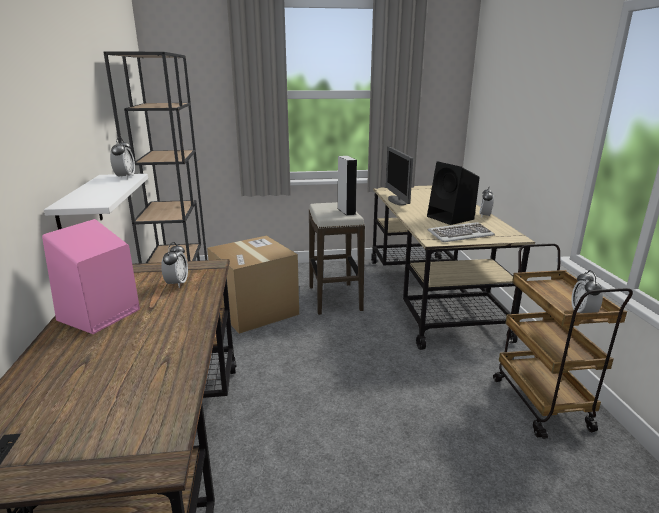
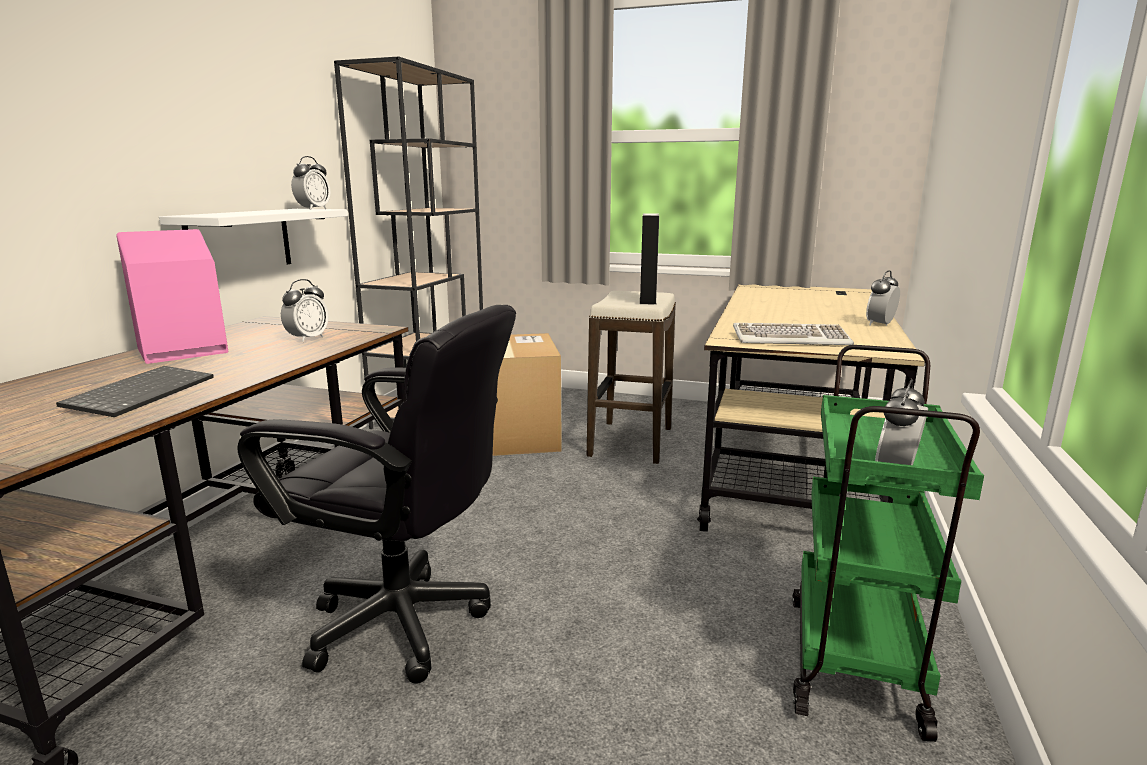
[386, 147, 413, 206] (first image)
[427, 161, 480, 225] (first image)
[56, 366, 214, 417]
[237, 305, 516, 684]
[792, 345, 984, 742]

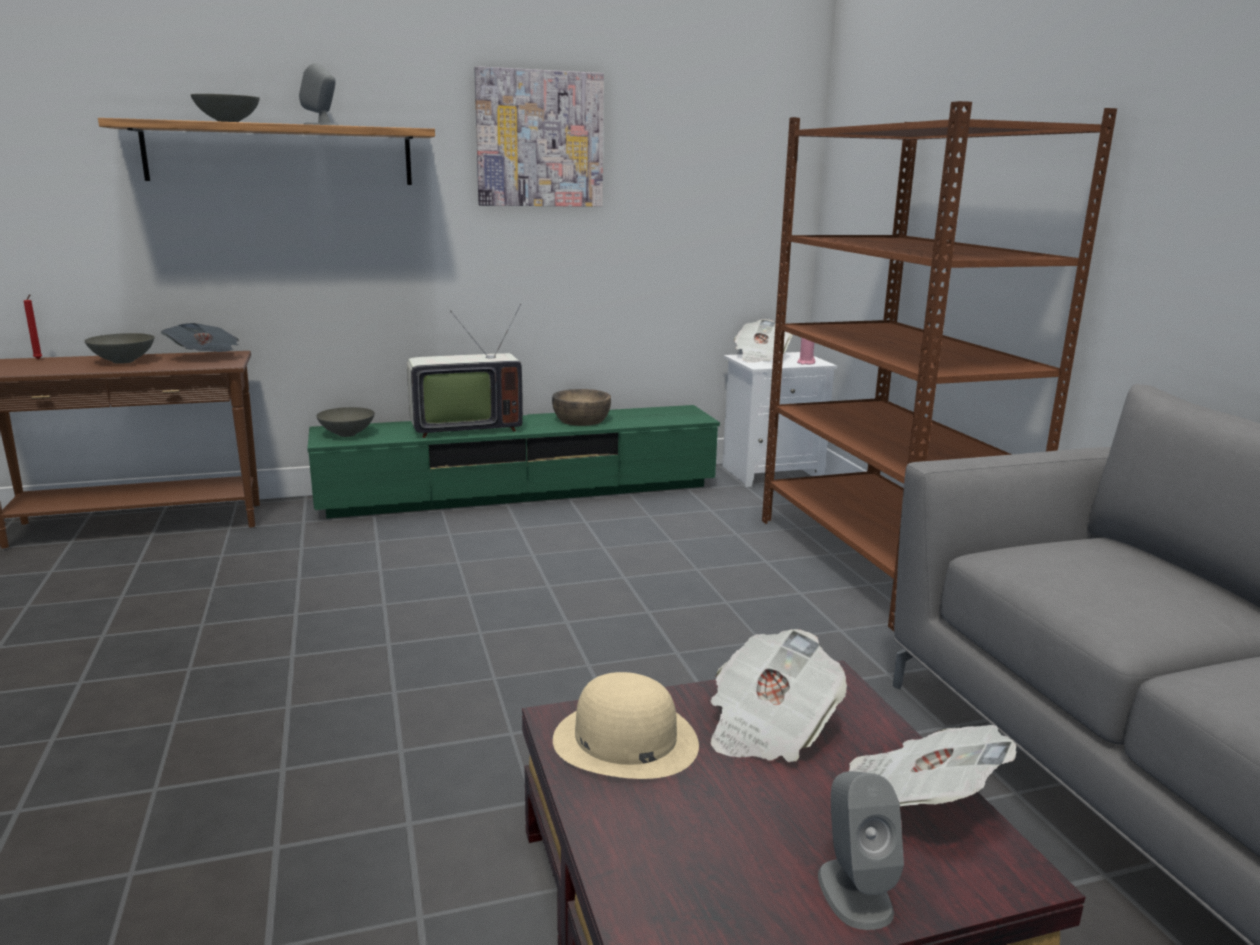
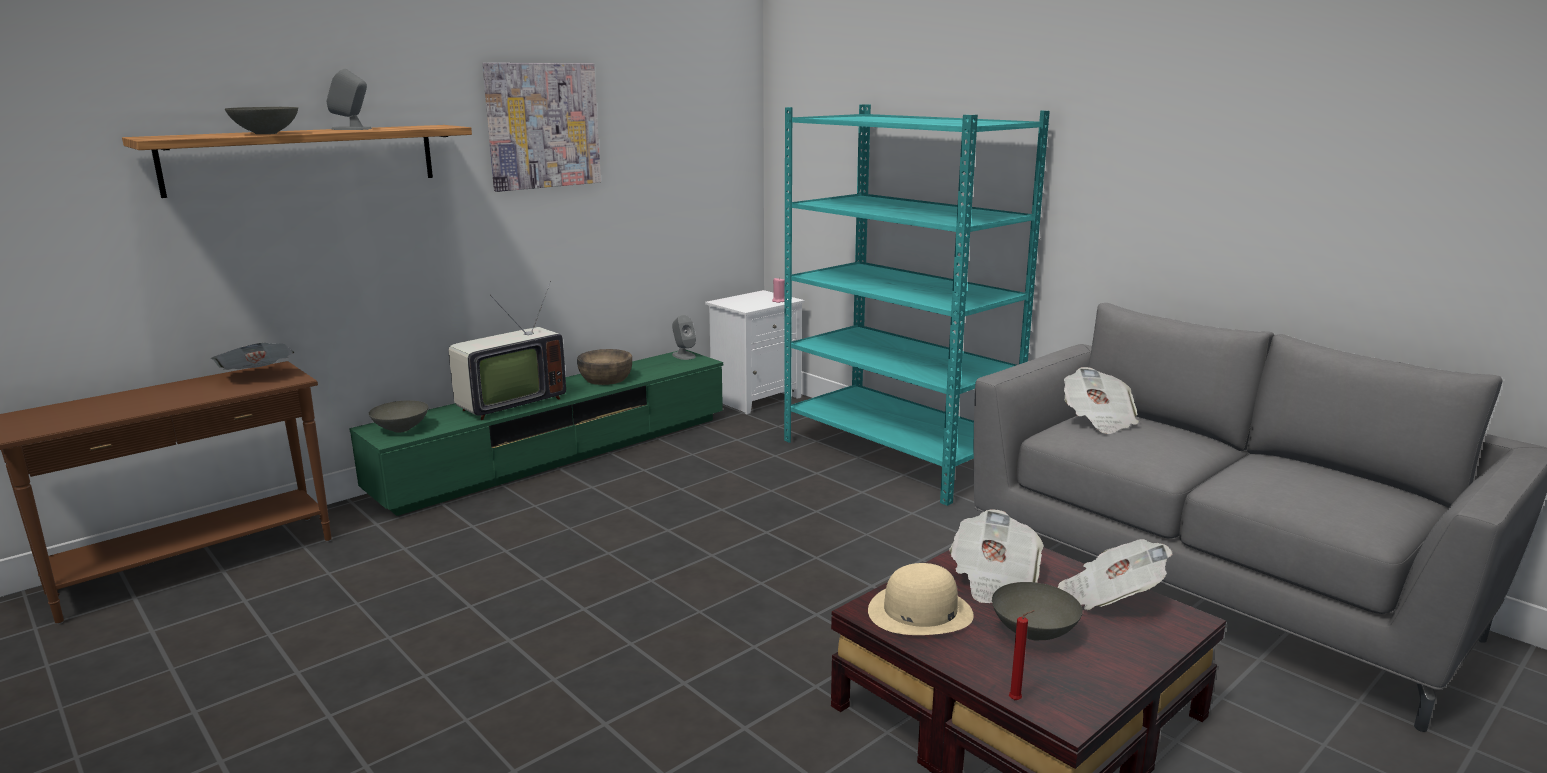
[1009, 610, 1035, 700]
[992, 582, 1083, 641]
[1064, 367, 1139, 434]
[672, 315, 696, 360]
[784, 104, 1050, 506]

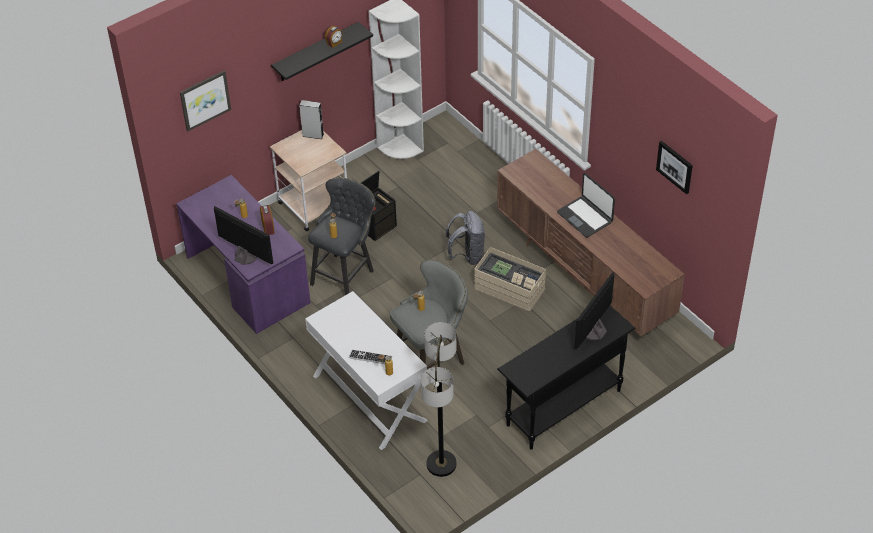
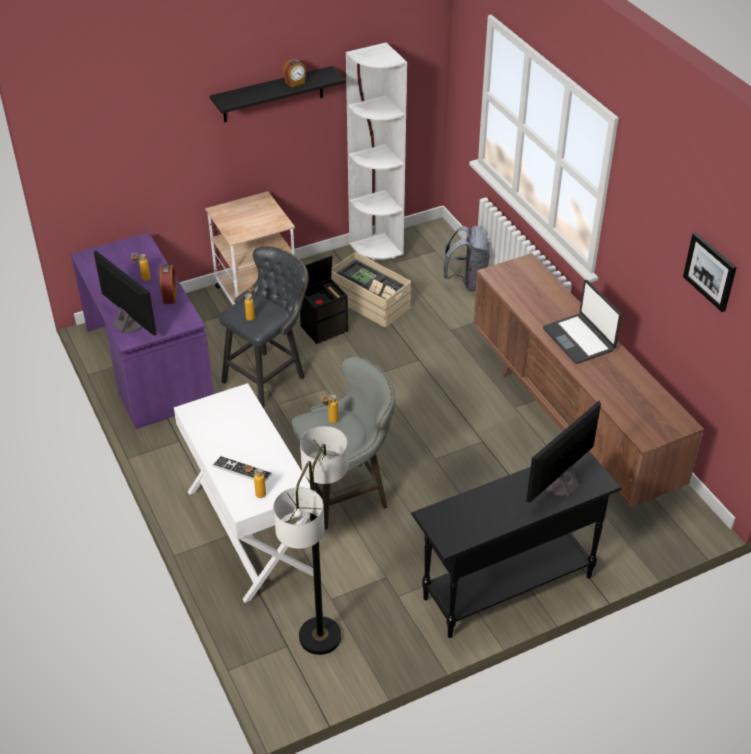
[180, 70, 231, 131] (first image)
[299, 100, 324, 139] (first image)
[443, 226, 490, 291]
[331, 252, 411, 327]

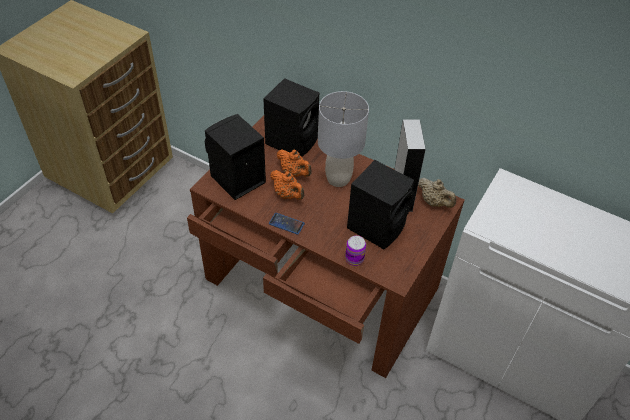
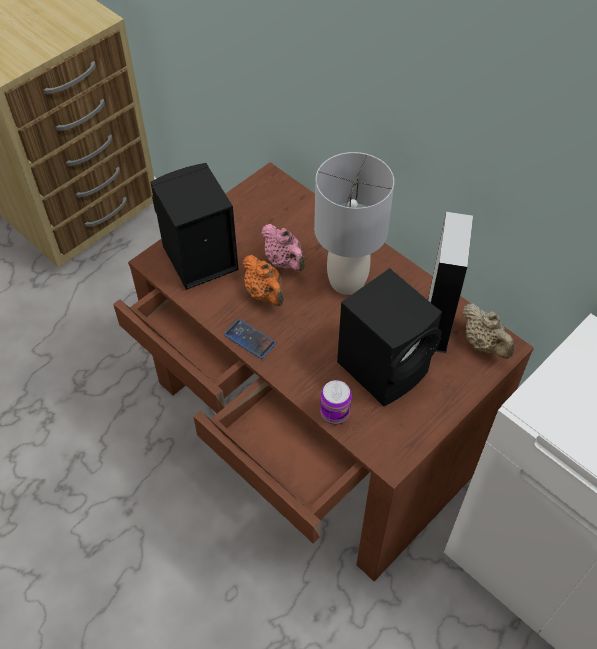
[263, 78, 320, 157] (first image)
[261, 224, 305, 272]

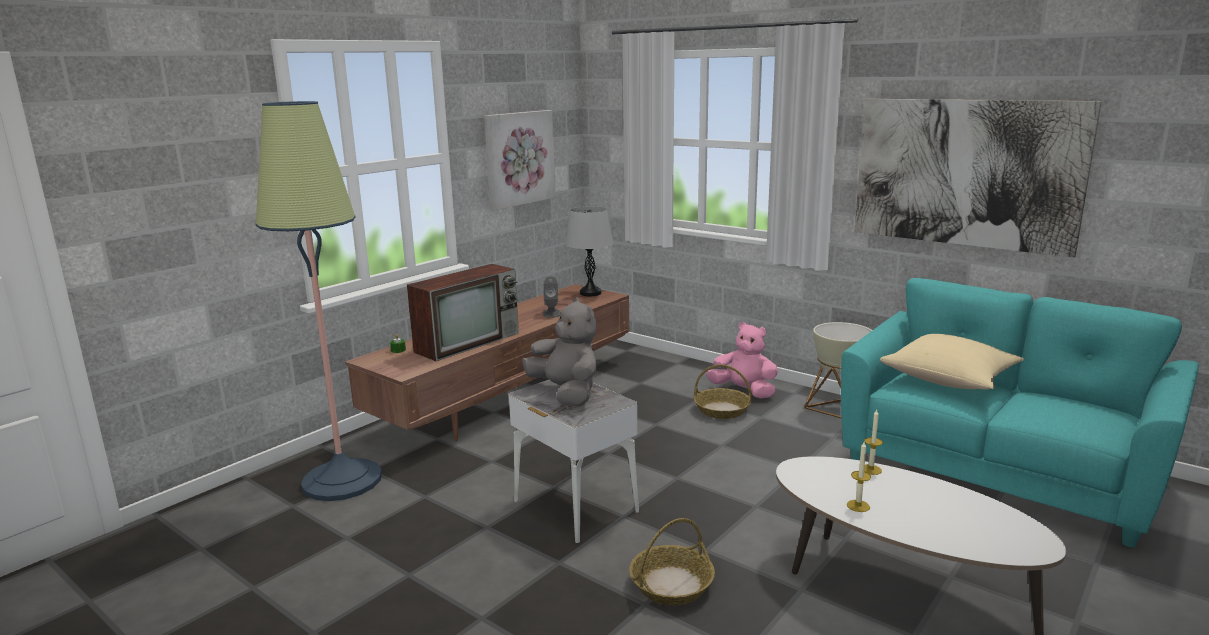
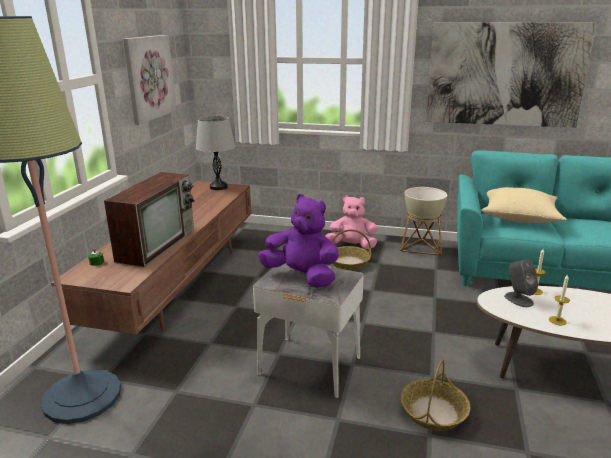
[504, 260, 538, 307]
[258, 194, 339, 288]

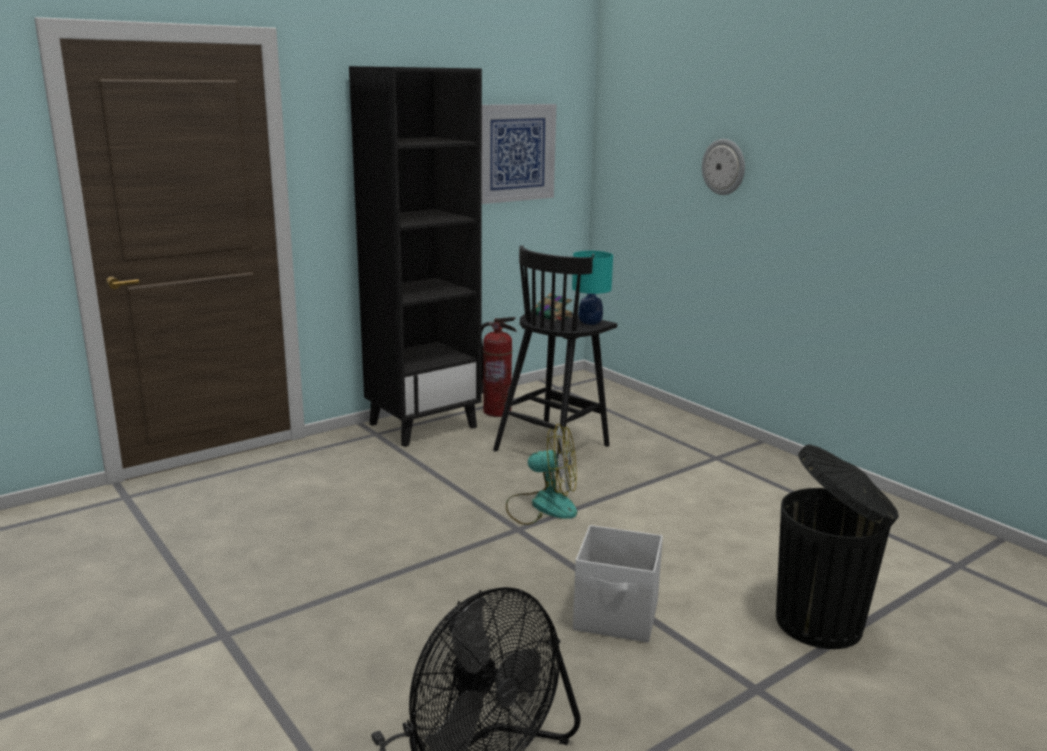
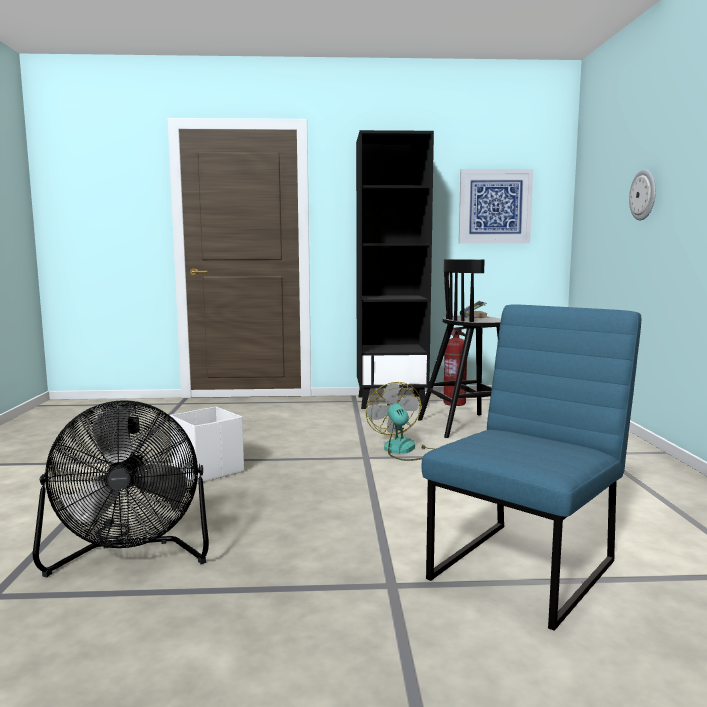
[572, 251, 613, 325] (first image)
[170, 407, 244, 484]
[422, 304, 641, 631]
[366, 382, 434, 461]

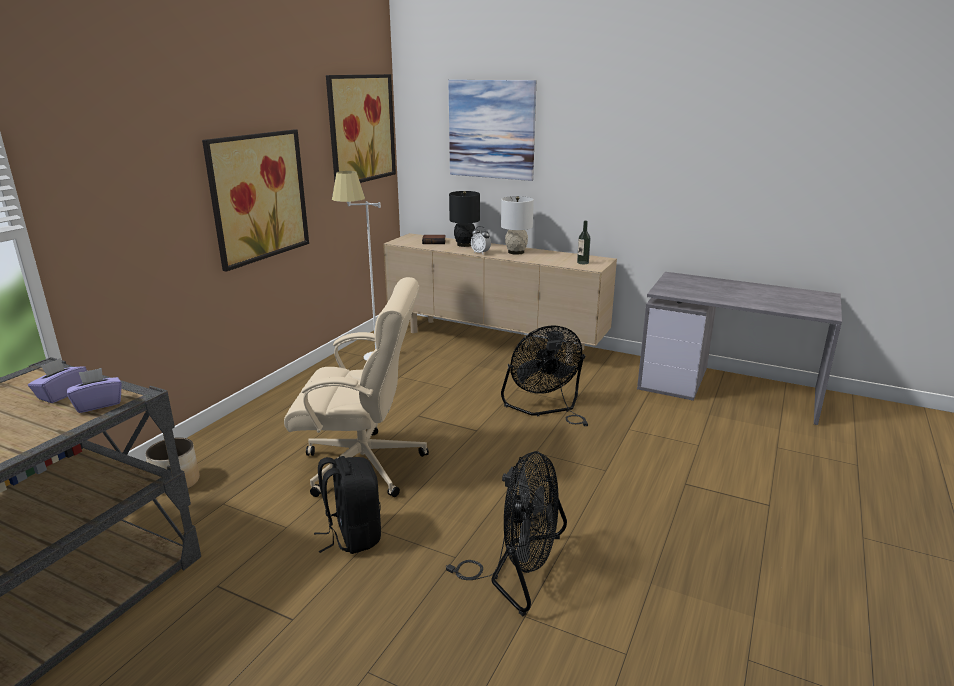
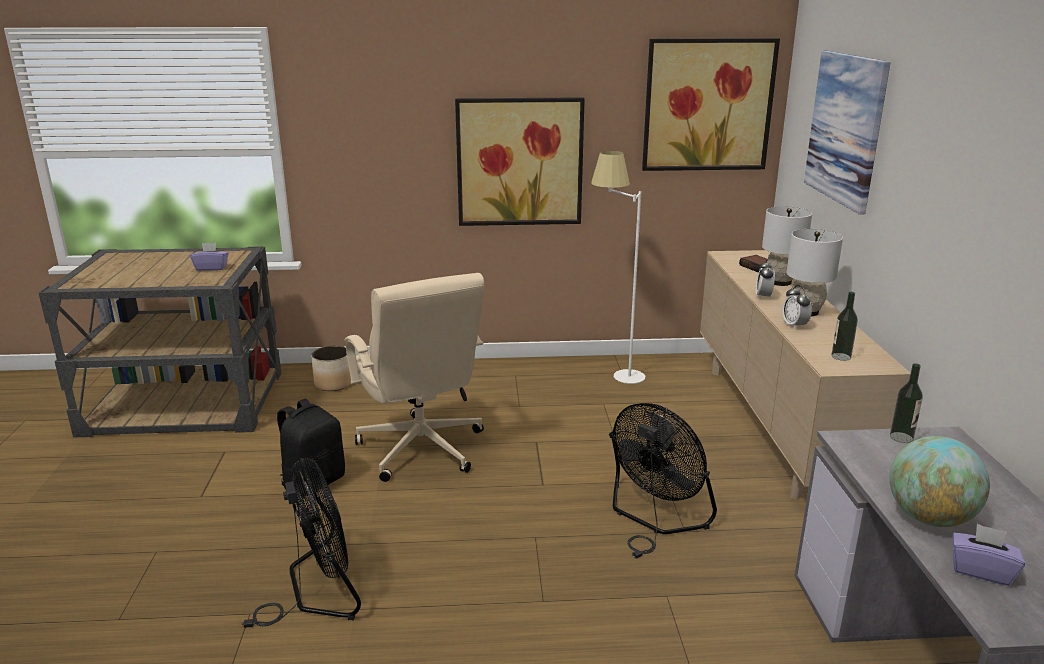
[782, 285, 812, 329]
[889, 436, 990, 527]
[890, 363, 923, 443]
[952, 524, 1025, 586]
[762, 206, 812, 286]
[241, 458, 361, 628]

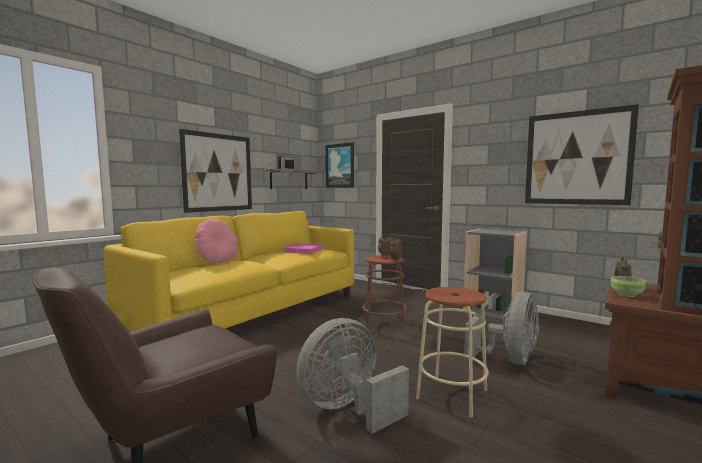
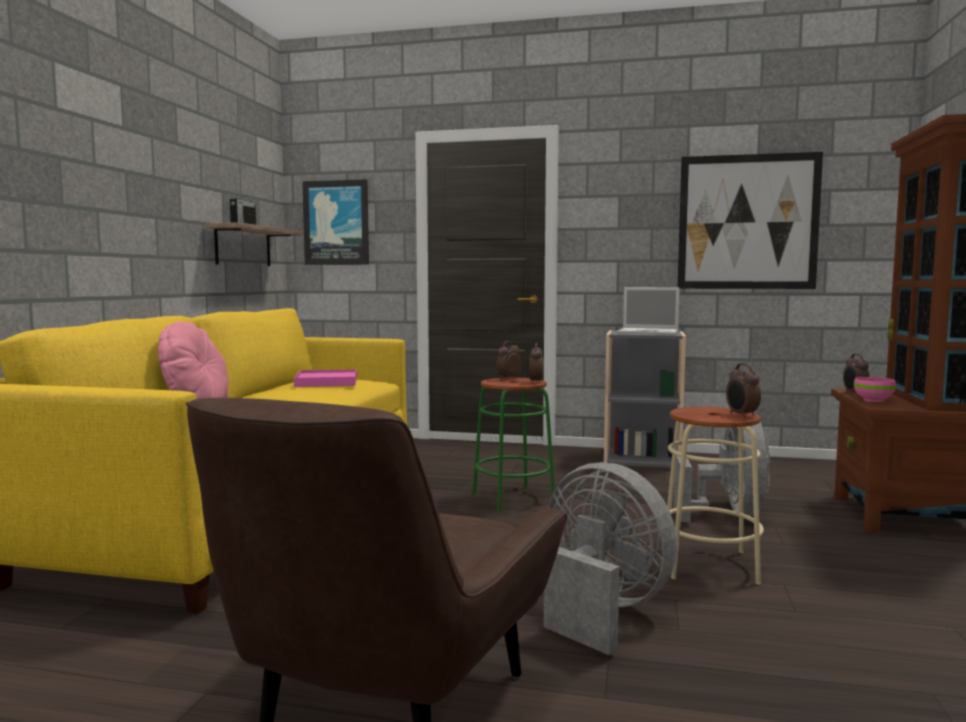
[179, 129, 252, 213] (first image)
[617, 287, 680, 335]
[726, 363, 761, 418]
[472, 378, 555, 511]
[854, 377, 896, 402]
[544, 462, 677, 655]

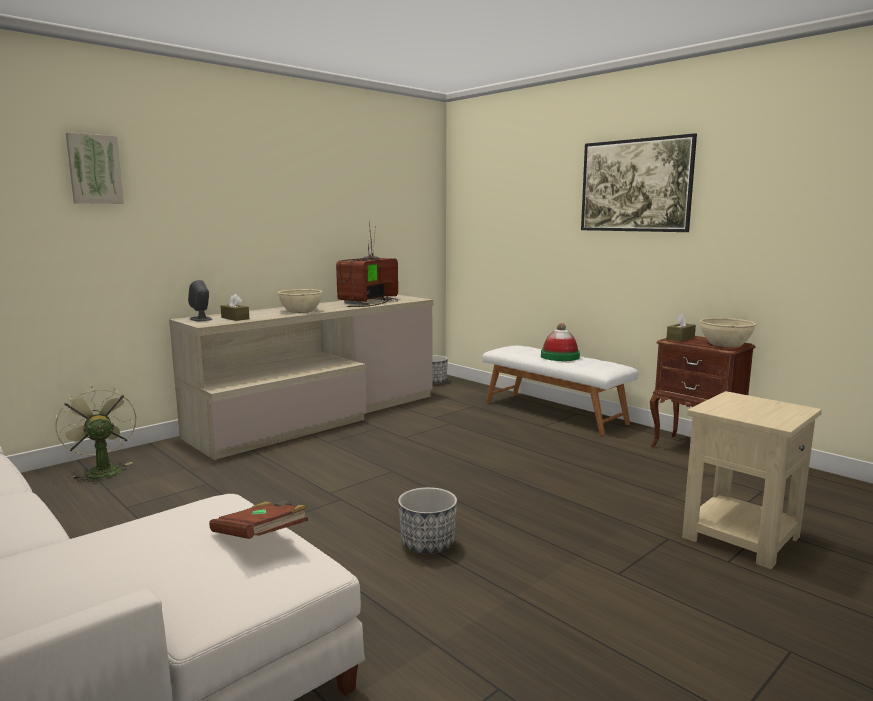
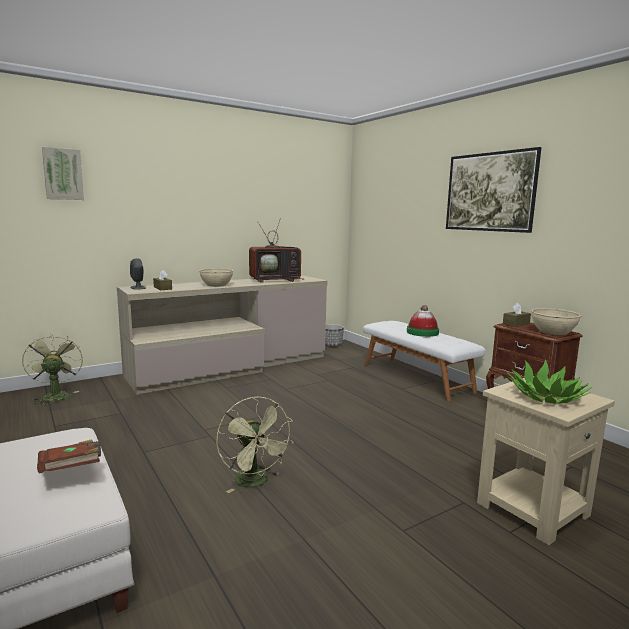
[507, 359, 592, 404]
[216, 397, 294, 493]
[249, 218, 303, 283]

